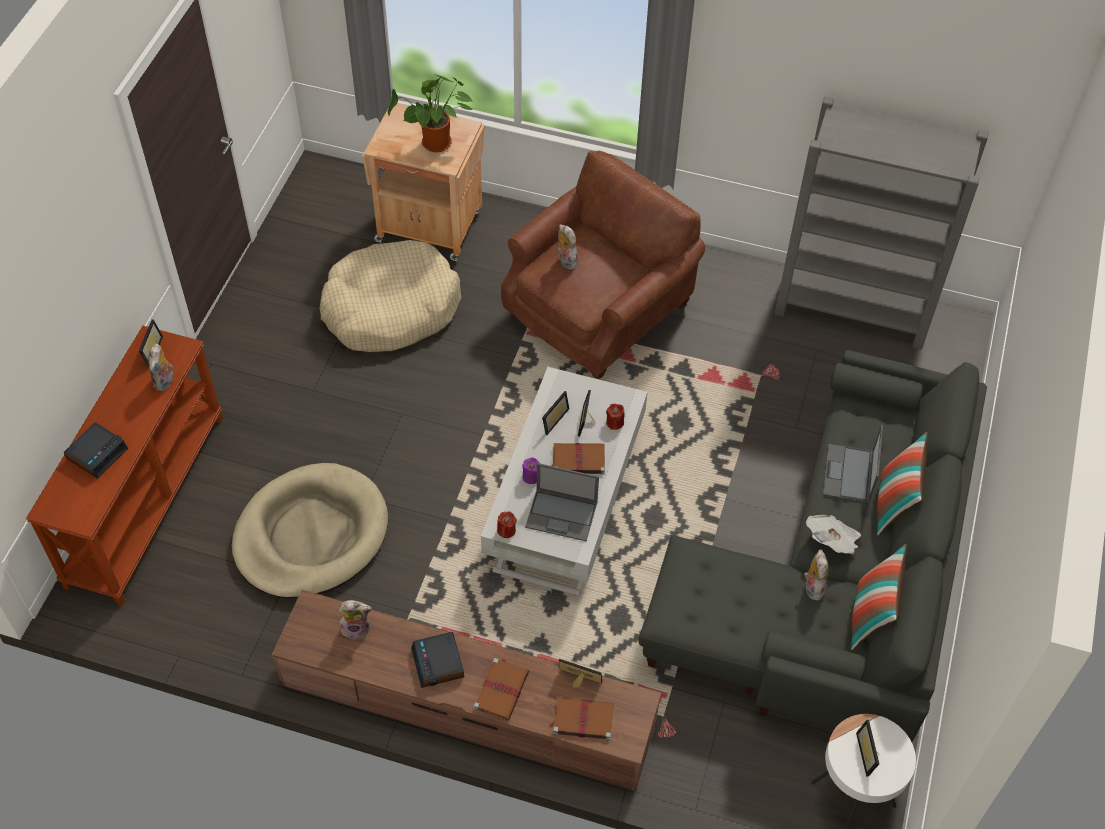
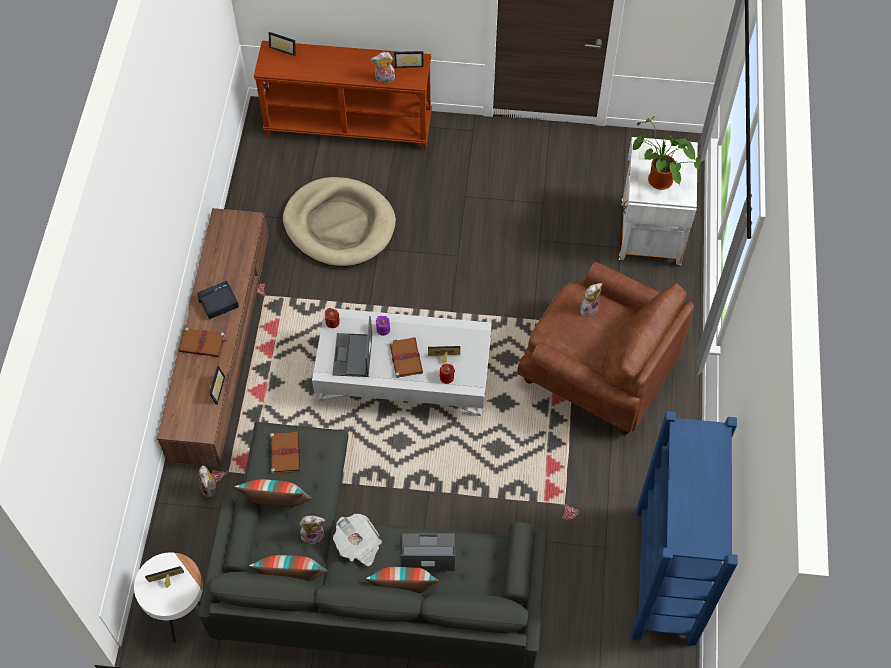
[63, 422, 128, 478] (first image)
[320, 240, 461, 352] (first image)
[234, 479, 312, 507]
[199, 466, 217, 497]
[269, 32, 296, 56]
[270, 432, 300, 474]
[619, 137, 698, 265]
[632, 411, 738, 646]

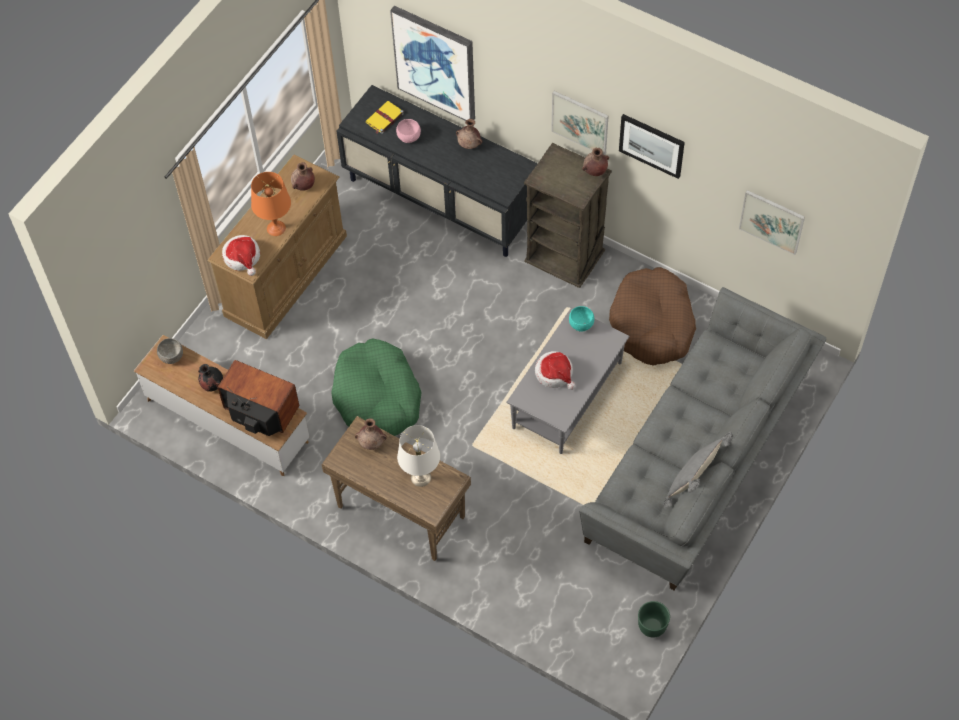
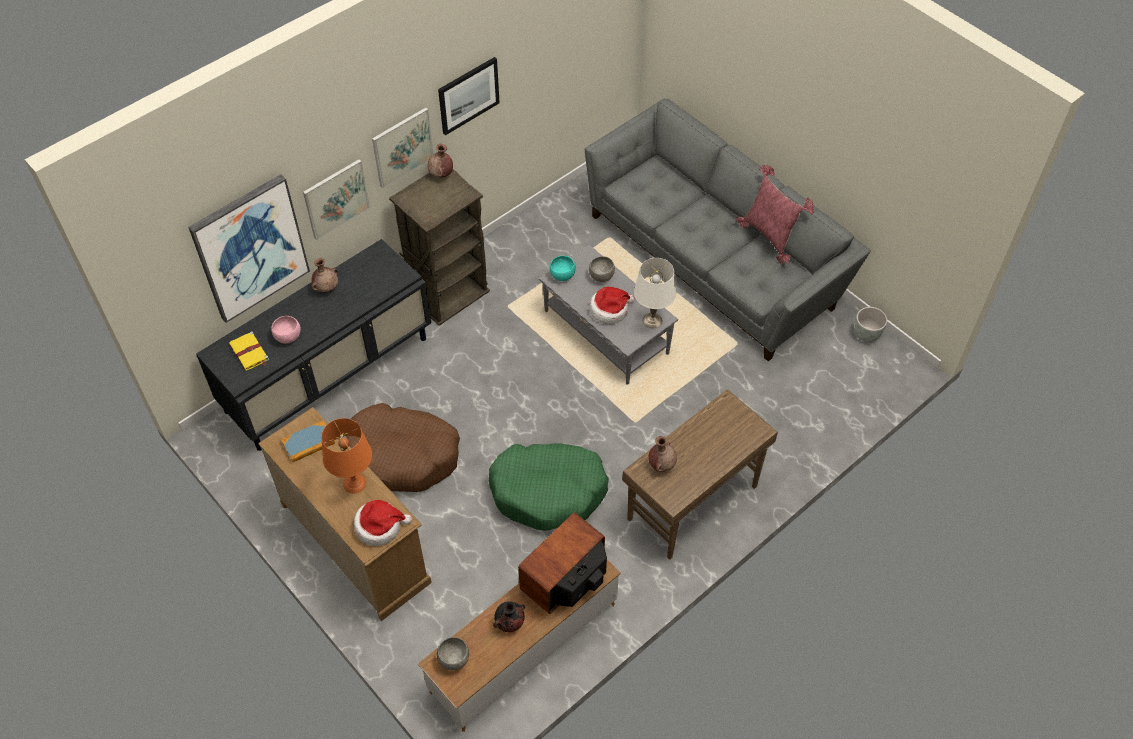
[589, 256, 615, 282]
[634, 258, 676, 329]
[347, 403, 460, 492]
[303, 159, 370, 240]
[281, 421, 335, 462]
[855, 307, 887, 342]
[736, 164, 814, 263]

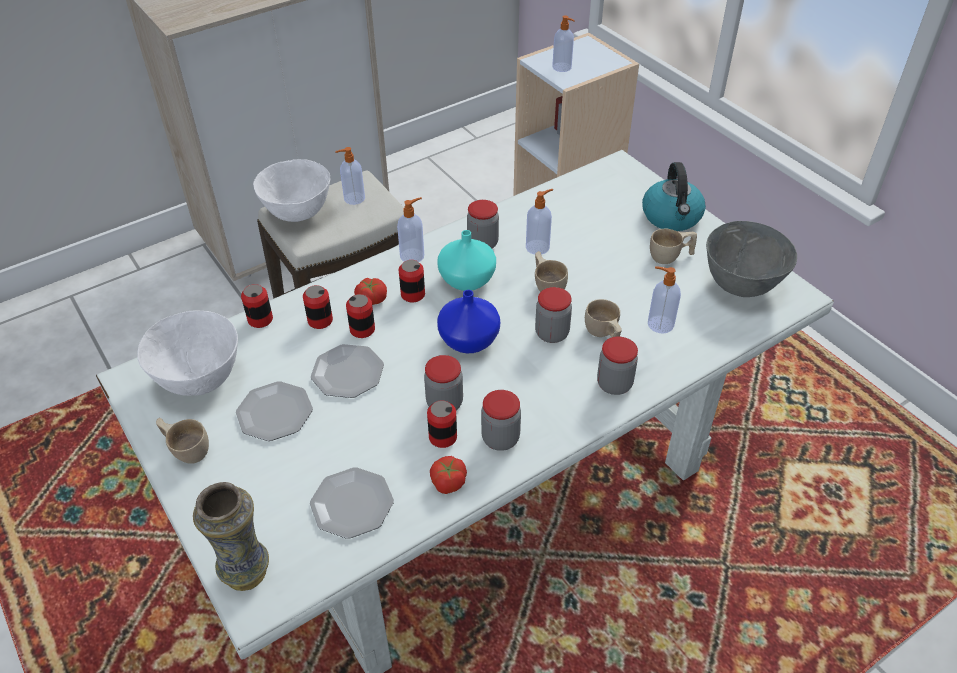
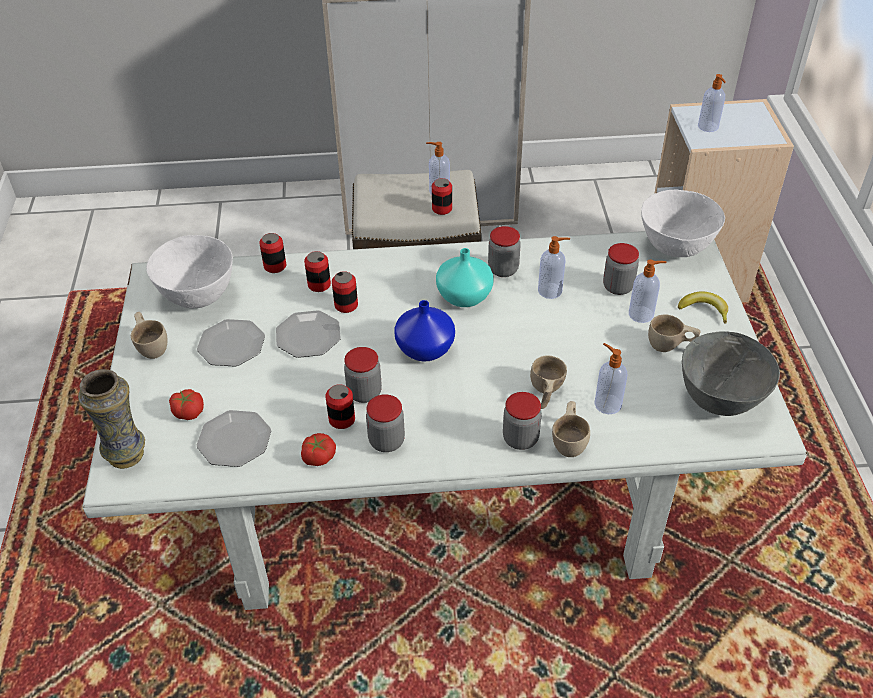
[641, 189, 725, 257]
[169, 389, 204, 420]
[629, 259, 667, 323]
[432, 178, 452, 215]
[552, 401, 590, 457]
[603, 243, 639, 295]
[678, 291, 728, 324]

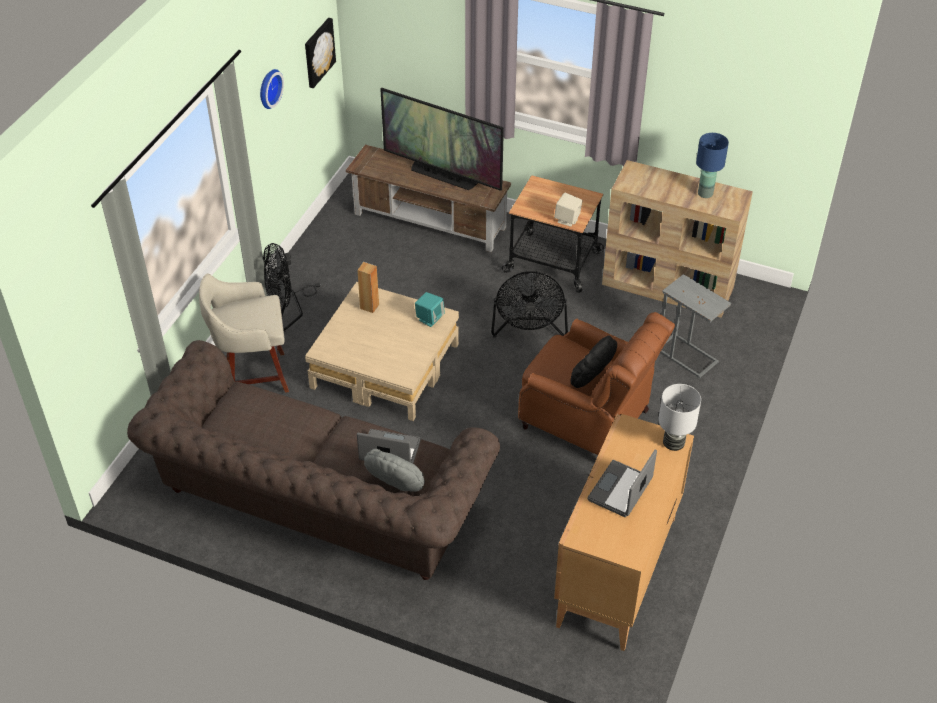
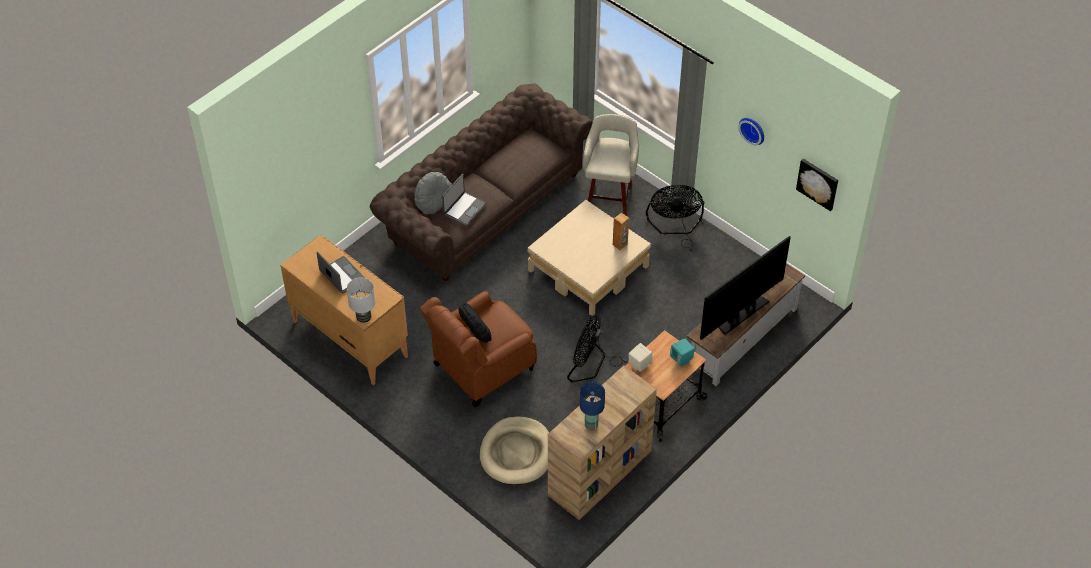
[670, 339, 695, 367]
[480, 416, 549, 485]

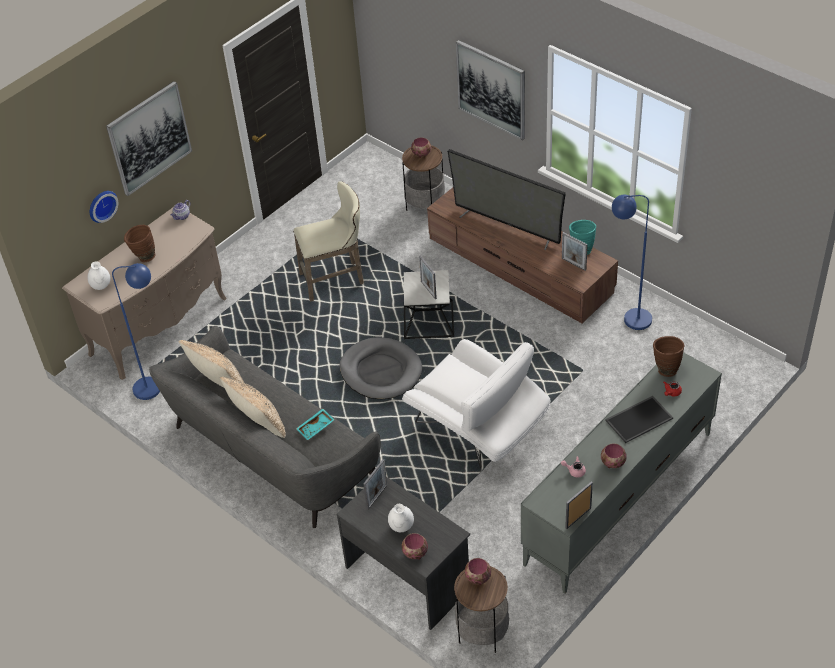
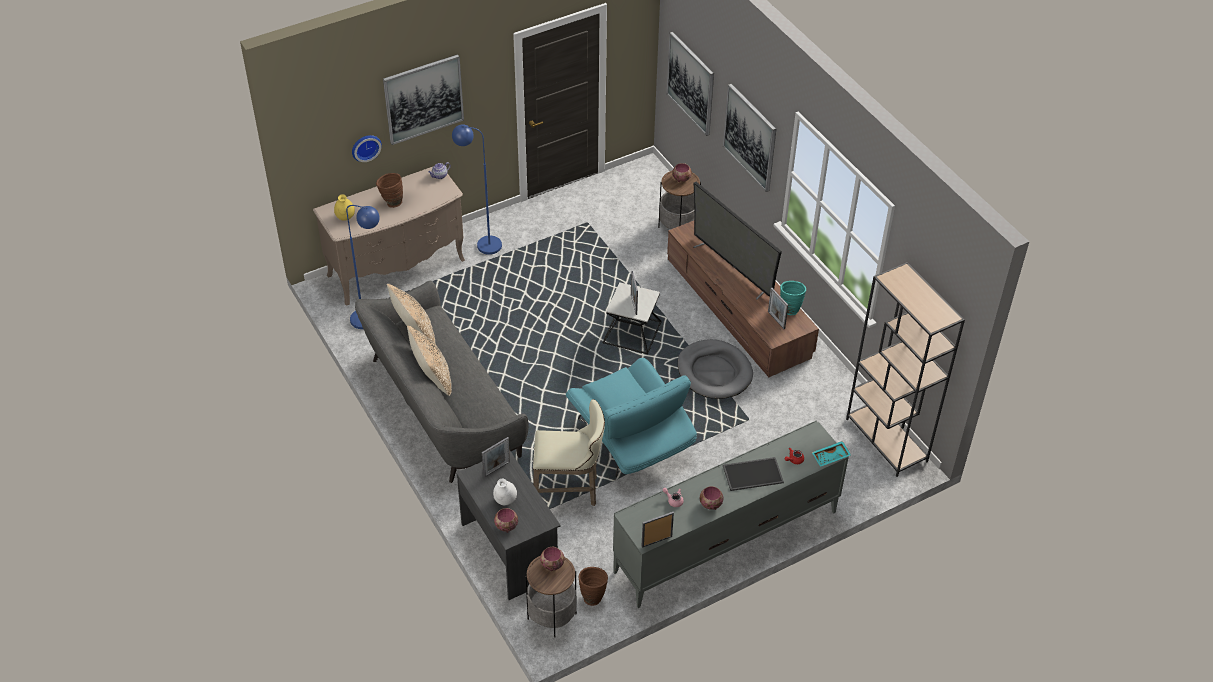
[667, 32, 714, 136]
[846, 262, 965, 477]
[533, 399, 605, 506]
[812, 441, 851, 467]
[678, 339, 753, 399]
[452, 125, 502, 255]
[579, 567, 608, 606]
[334, 194, 355, 221]
[566, 358, 697, 477]

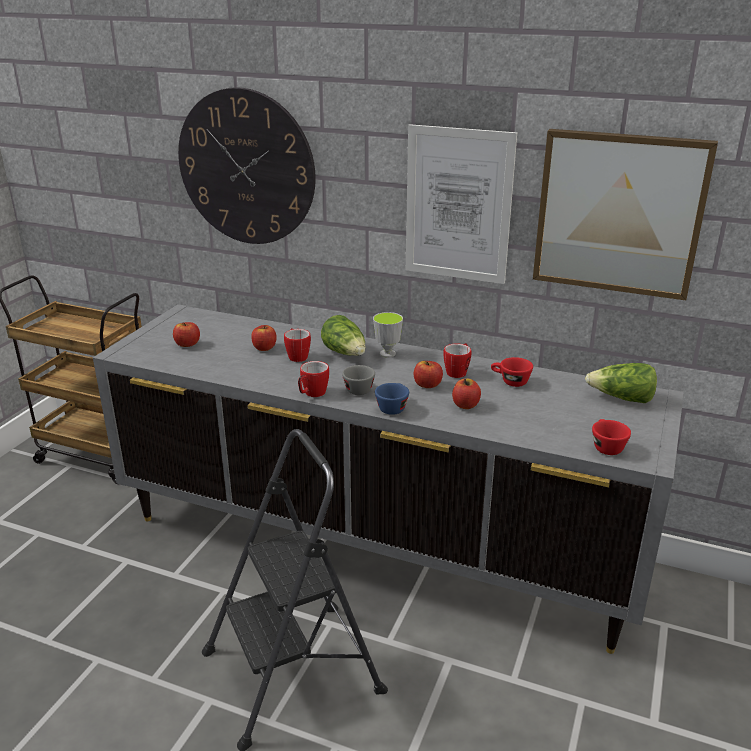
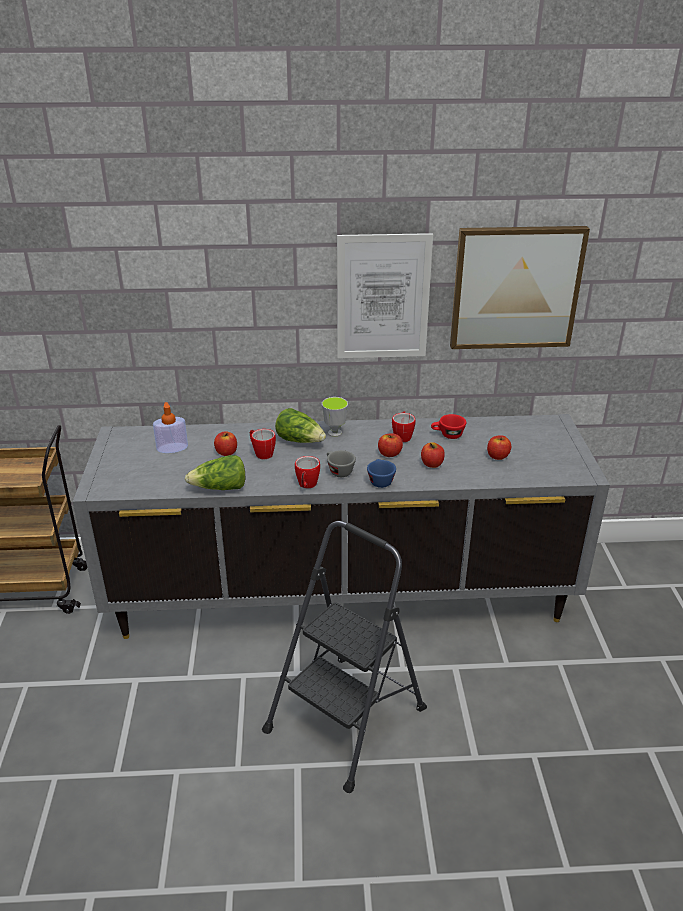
[178, 87, 316, 244] (first image)
[592, 419, 631, 455] (first image)
[153, 402, 188, 453]
[487, 436, 511, 460]
[185, 455, 245, 490]

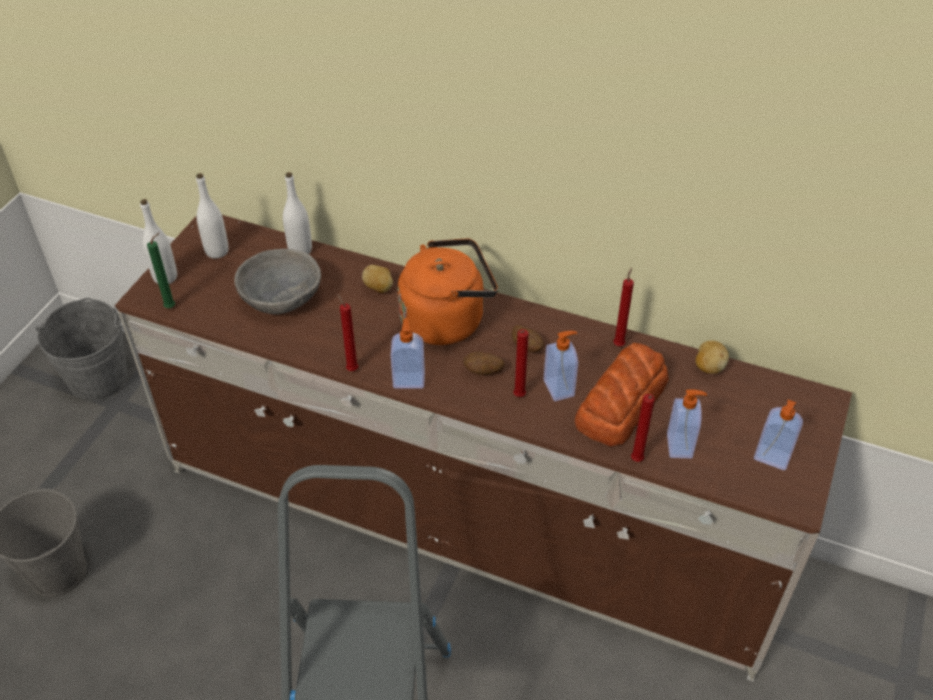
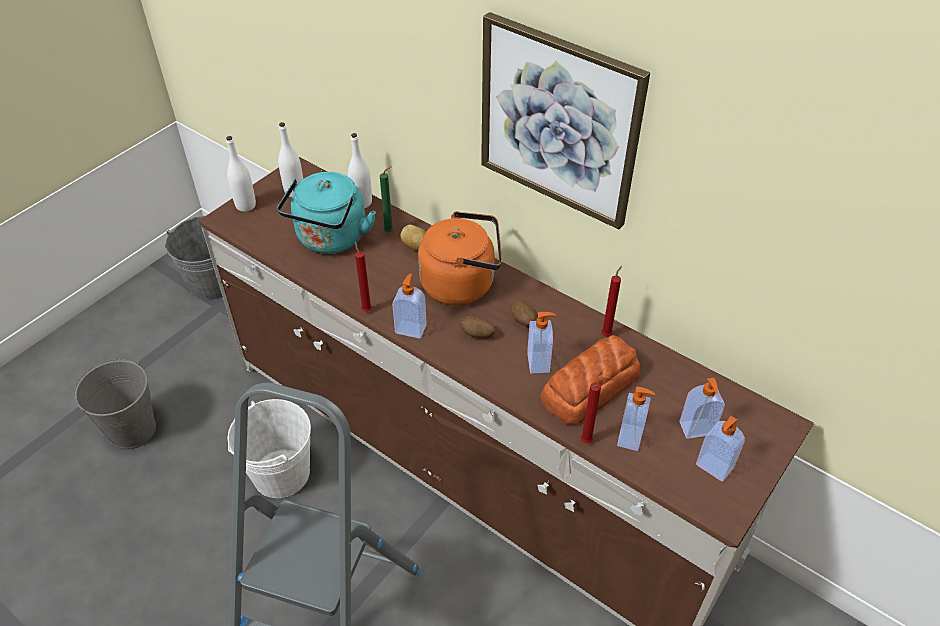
[513, 329, 529, 397] (first image)
[696, 340, 729, 374] (first image)
[227, 399, 311, 498]
[481, 12, 650, 229]
[679, 378, 725, 439]
[380, 166, 394, 232]
[277, 172, 376, 254]

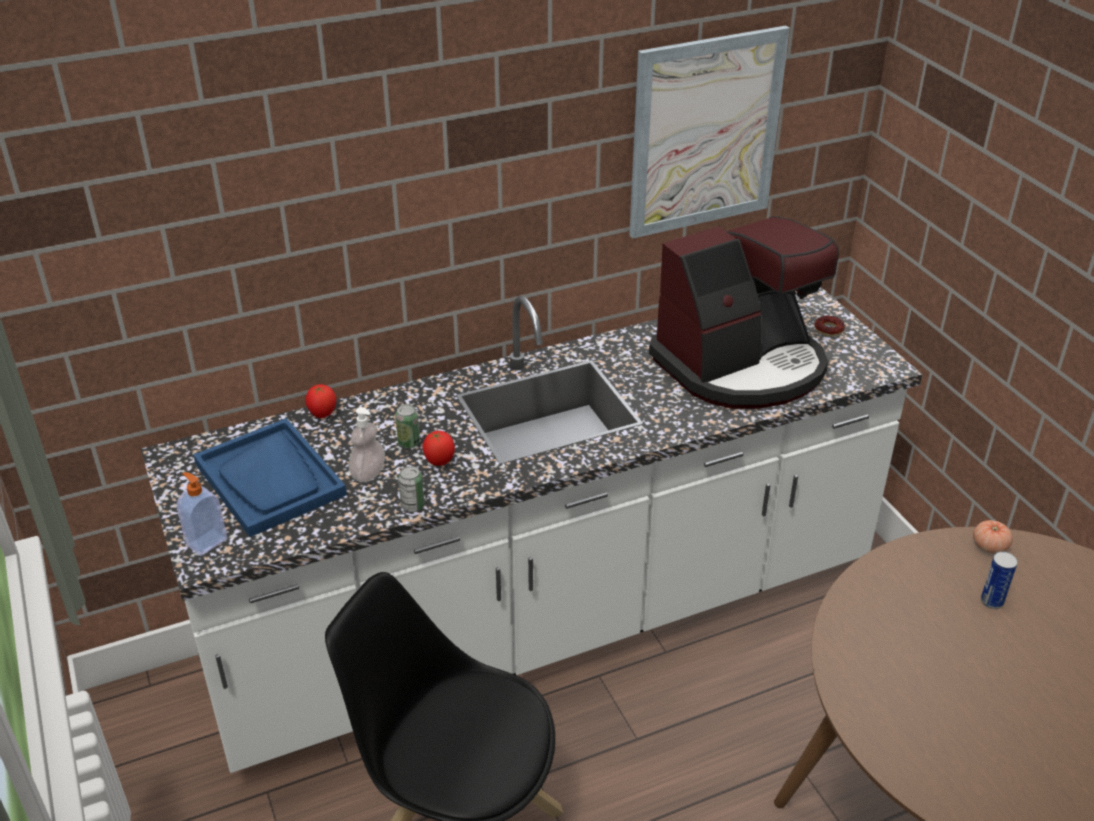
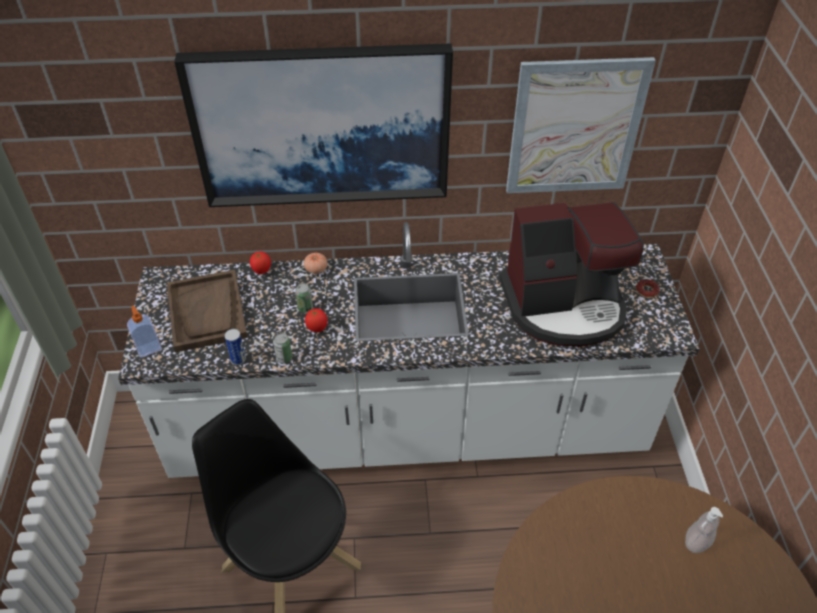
[174, 43, 453, 207]
[685, 507, 723, 553]
[304, 253, 328, 274]
[224, 329, 246, 365]
[167, 270, 248, 353]

